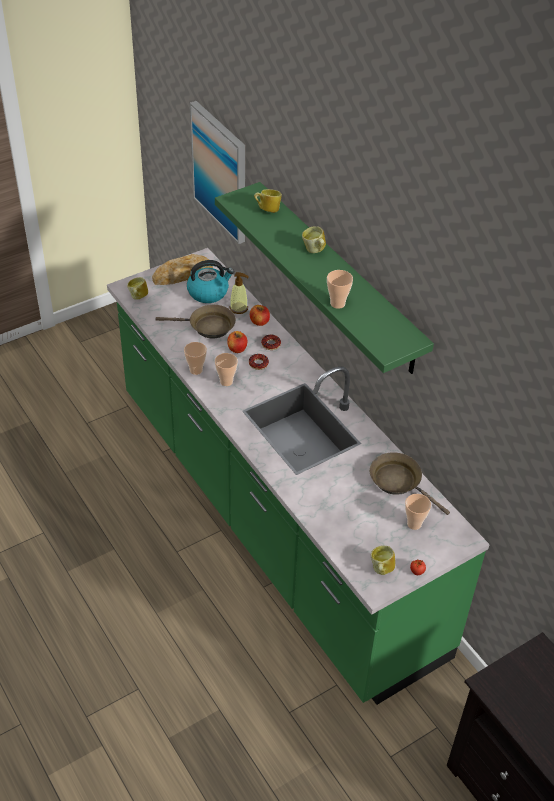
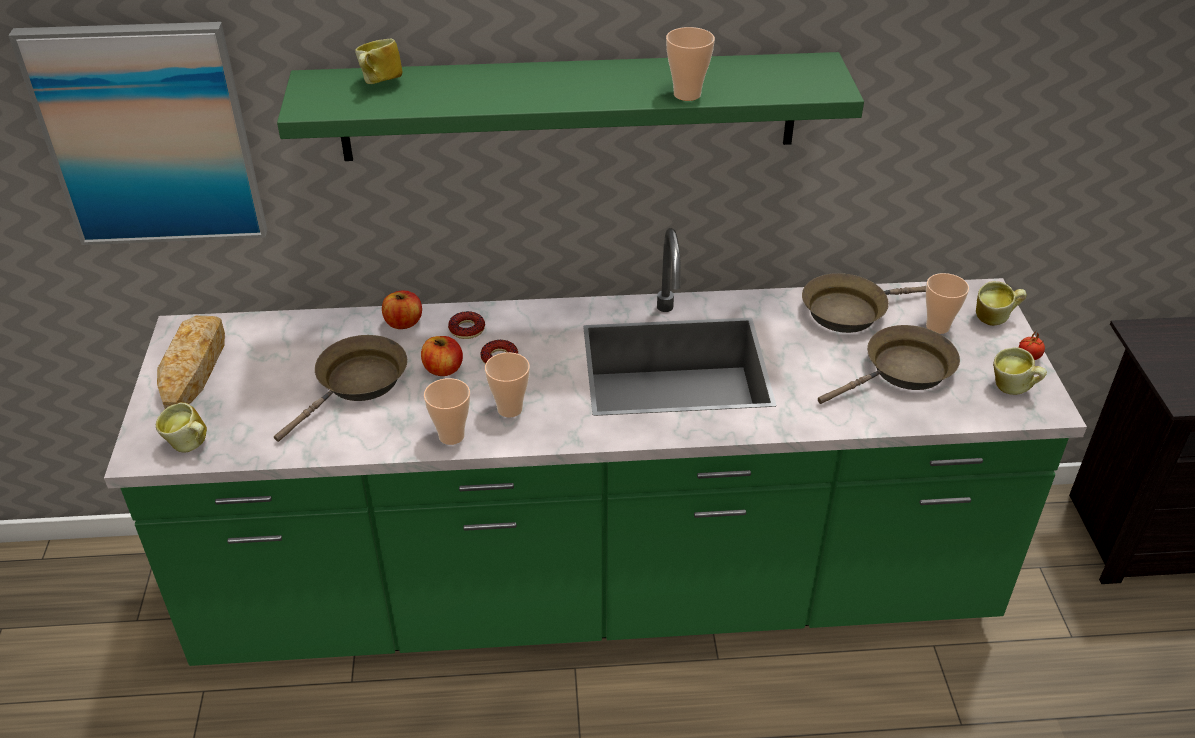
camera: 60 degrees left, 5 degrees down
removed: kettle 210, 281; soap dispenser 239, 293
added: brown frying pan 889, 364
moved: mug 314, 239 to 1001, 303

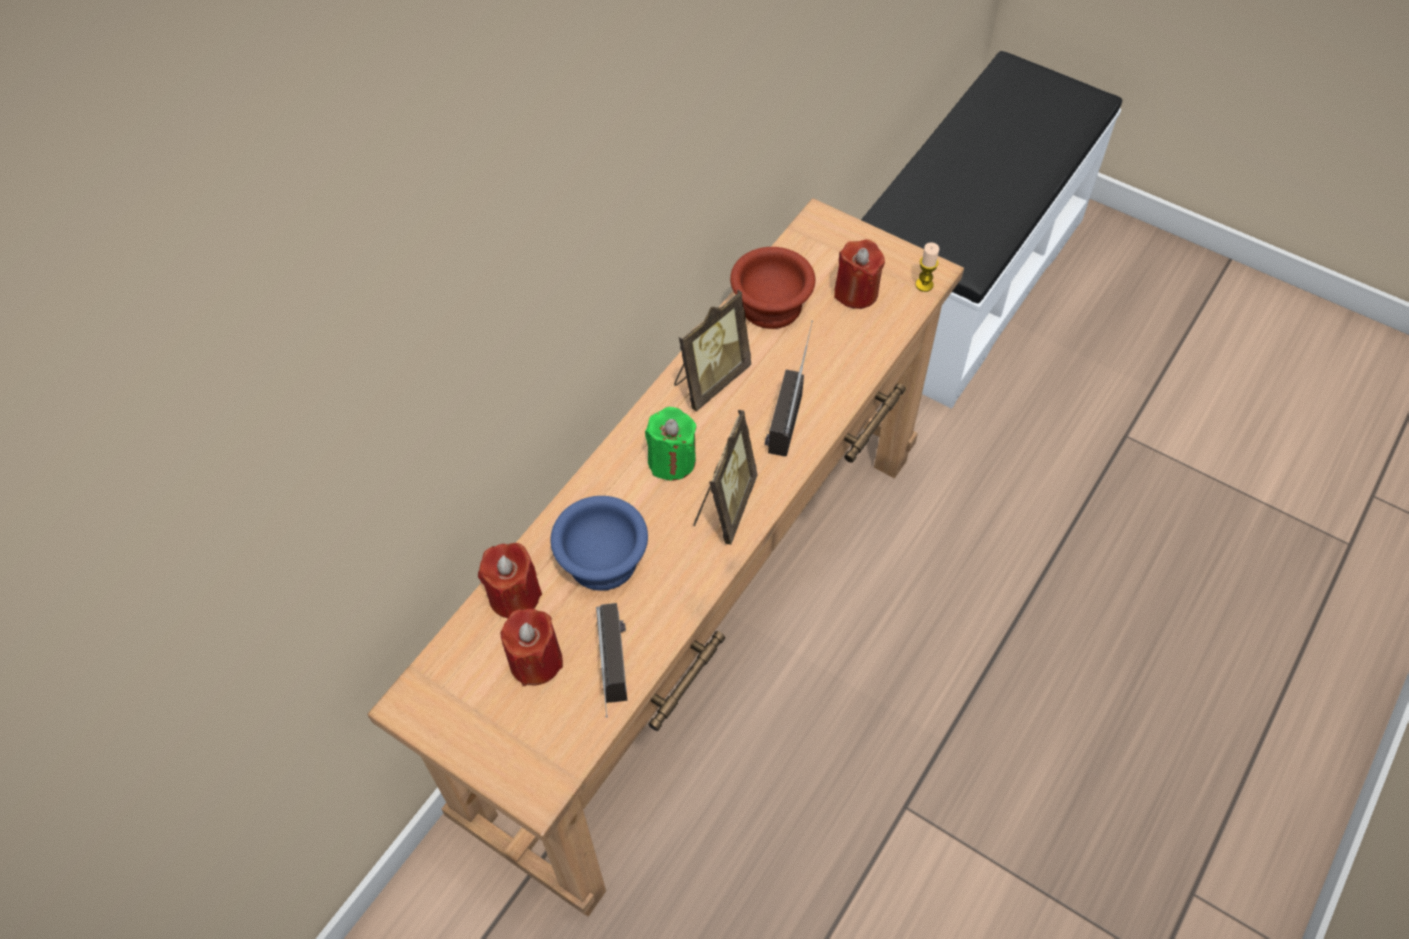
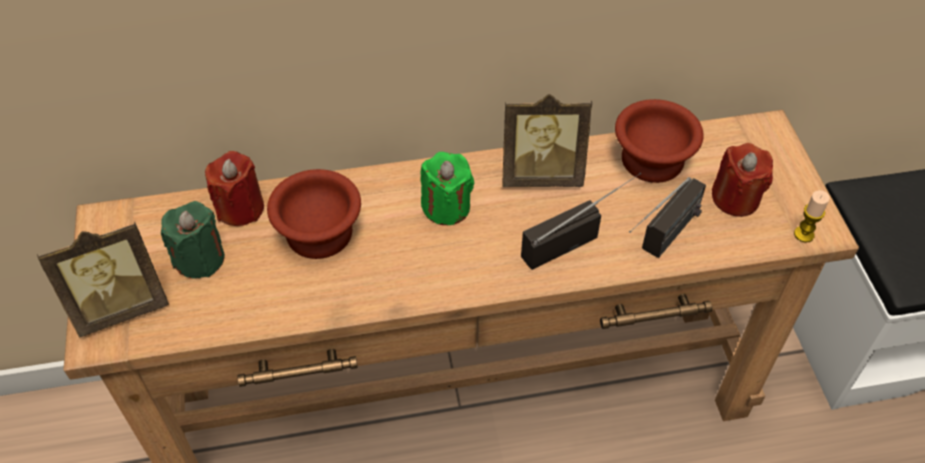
camera: 45 degrees right, 5 degrees down
moved: picture frame 725, 477 to 103, 279; radio 611, 660 to 667, 217
recoloured: blue bowl 599, 543 to brown bowl 314, 214; red candle 532, 647 to green candle 193, 240

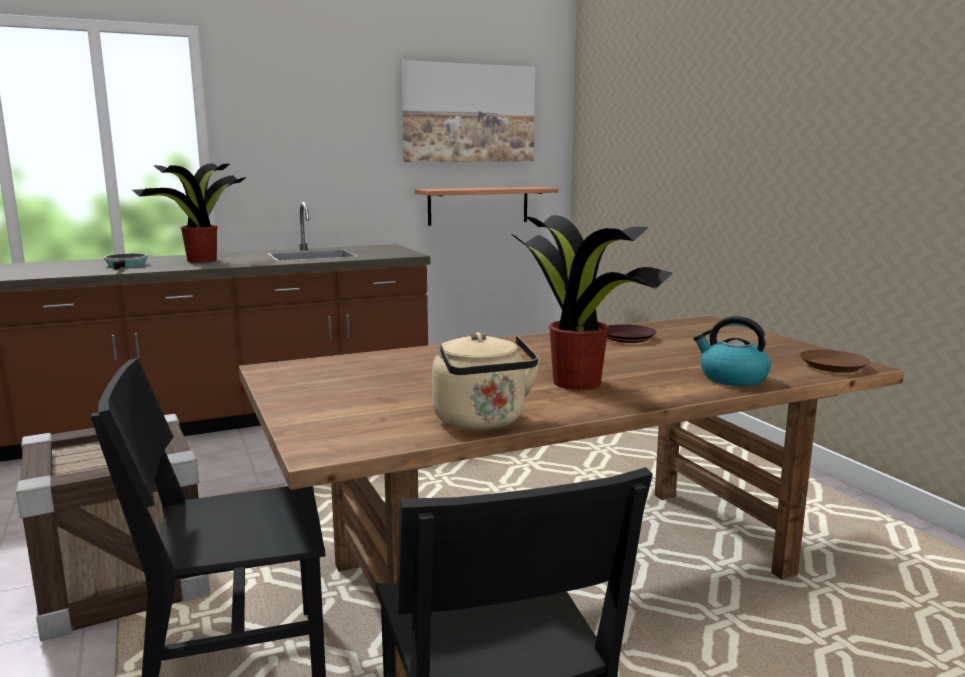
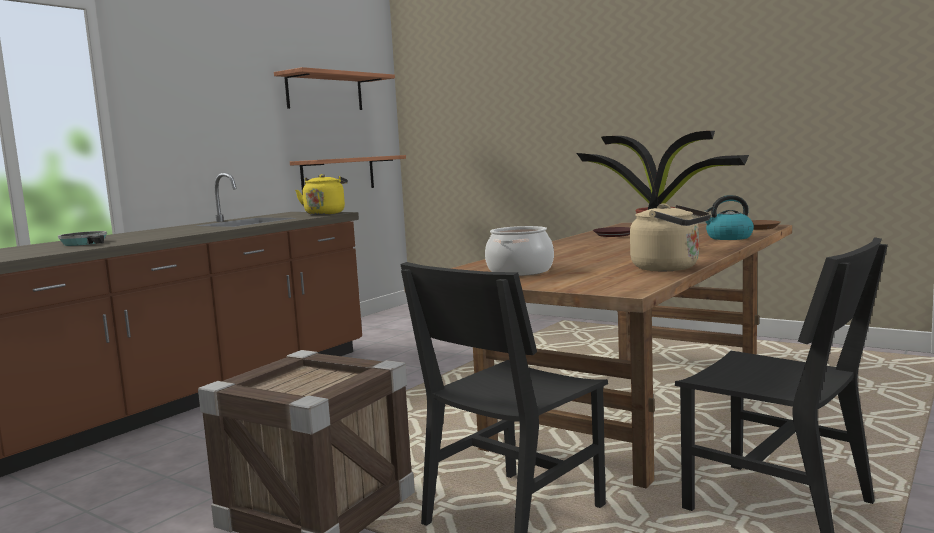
camera: 30 degrees left, 5 degrees down
removed: potted plant 189, 213
added: yellow kettle 321, 194; cooking pot 519, 251
replaced: picture 468, 111 to shelf 334, 88

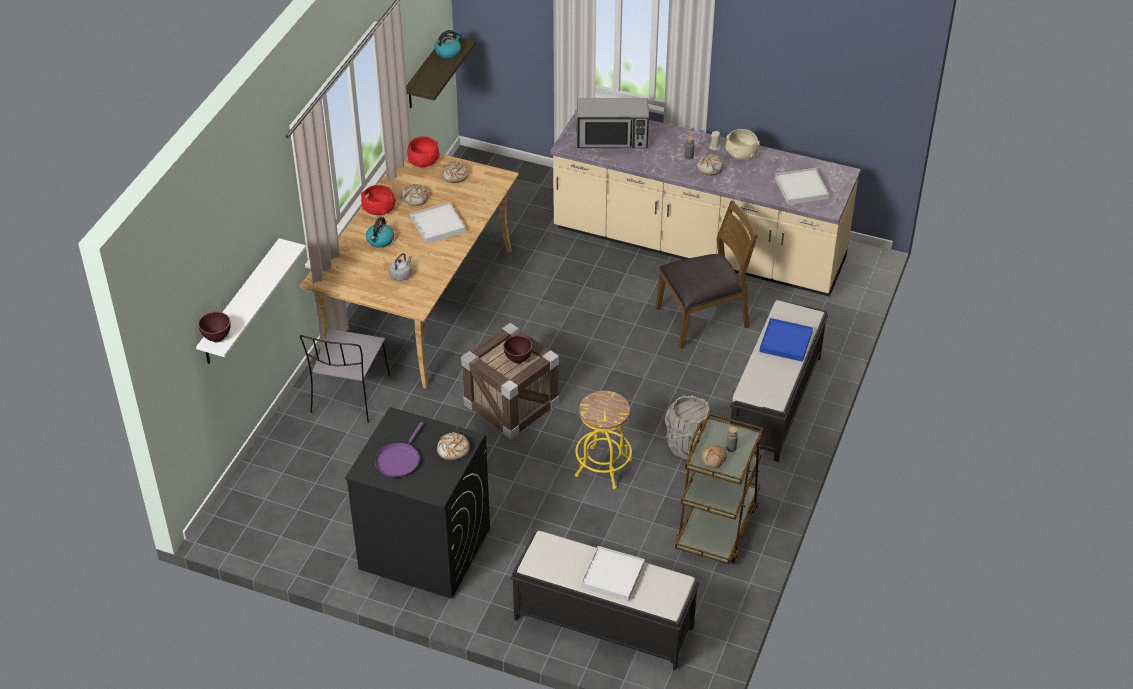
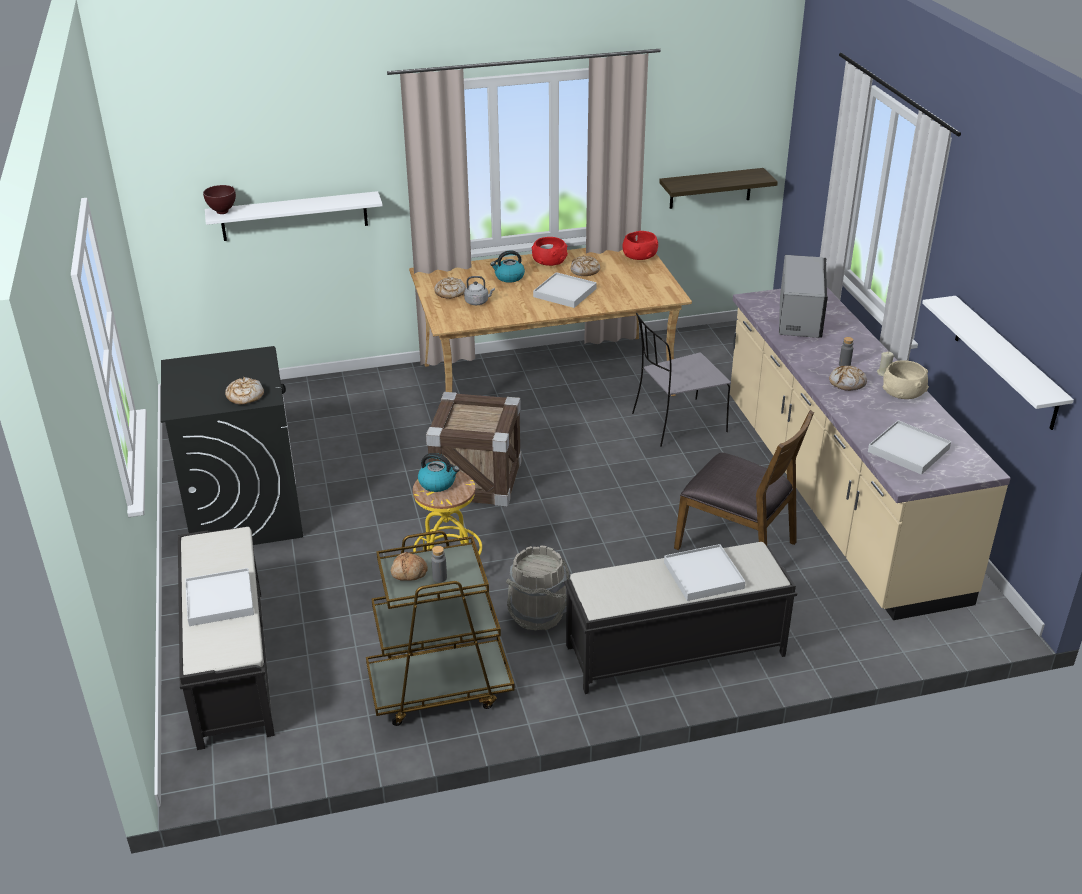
camera: 55 degrees right, 10 degrees down
removed: brown bowl 518, 350; purple frying pan 399, 450
added: white shelf 998, 363
moved: kettle 447, 44 to 439, 472; bread 455, 172 to 450, 288; grey chair 345, 376 to 681, 380
recoloured: blue tray 786, 340 to white tray 704, 572
turned: microwave 613, 123 = 803, 296 135 degrees counterclockwise

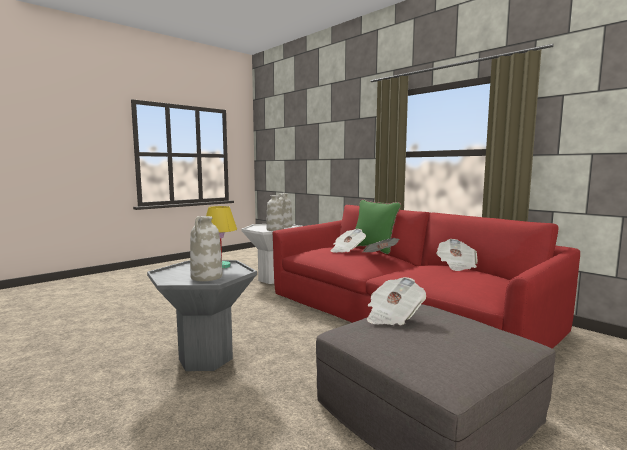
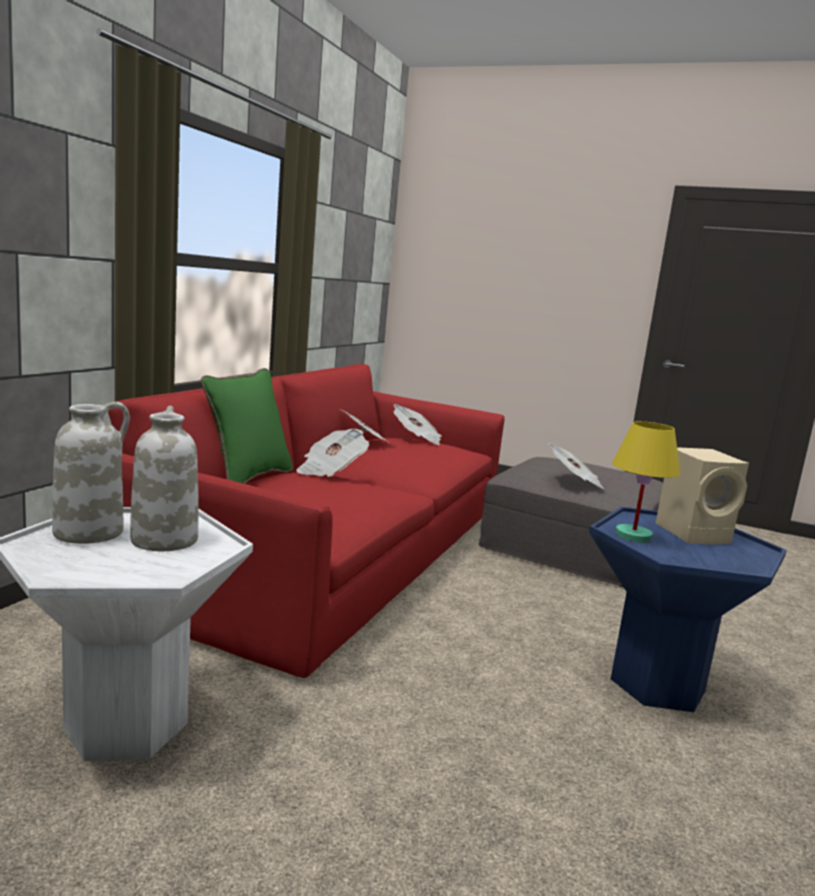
camera: 115 degrees left, 5 degrees up
moved: newspaper 348, 241 to 418, 424
replaced: white vase 206, 248 to beige speaker 702, 495
recoloured: grey side table 202, 315 to blue side table 688, 609

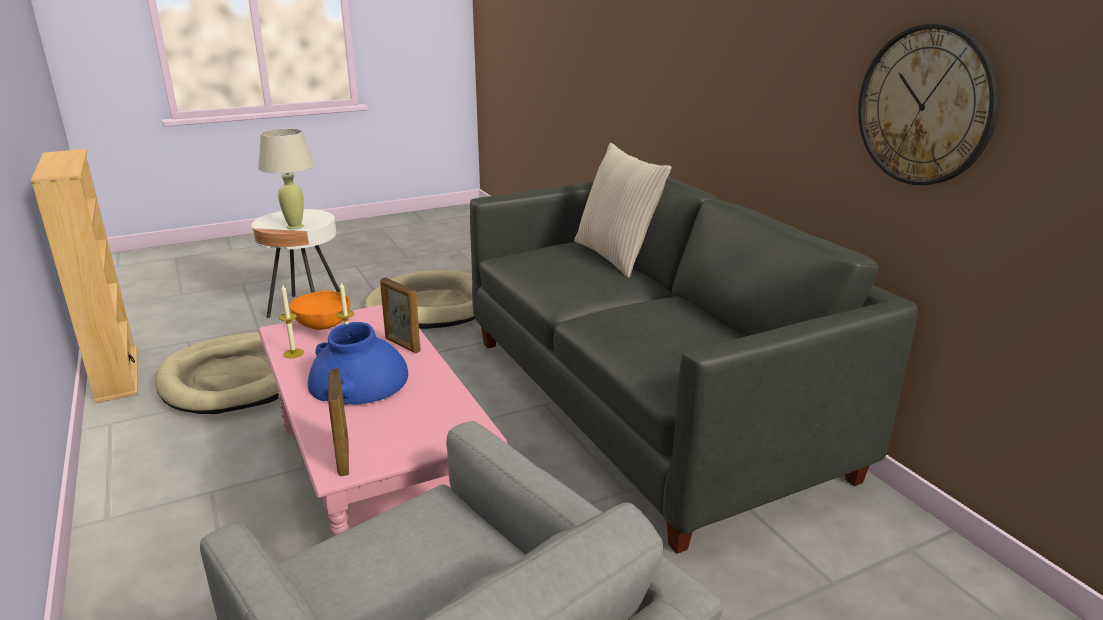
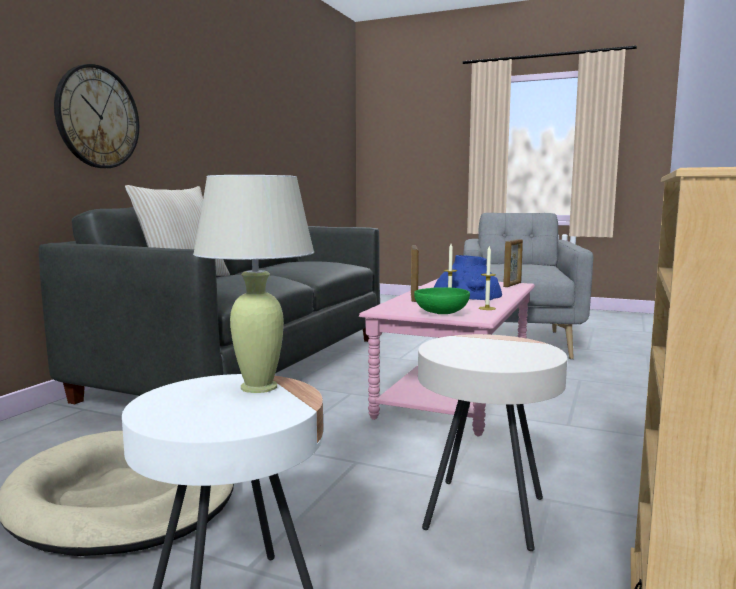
camera: 130 degrees left, 15 degrees down
moved: wall clock 929, 104 to 96, 116
replaced: beige dog bed 217, 373 to beige side table 492, 442
recoloured: orange bowl 320, 310 to green bowl 442, 300

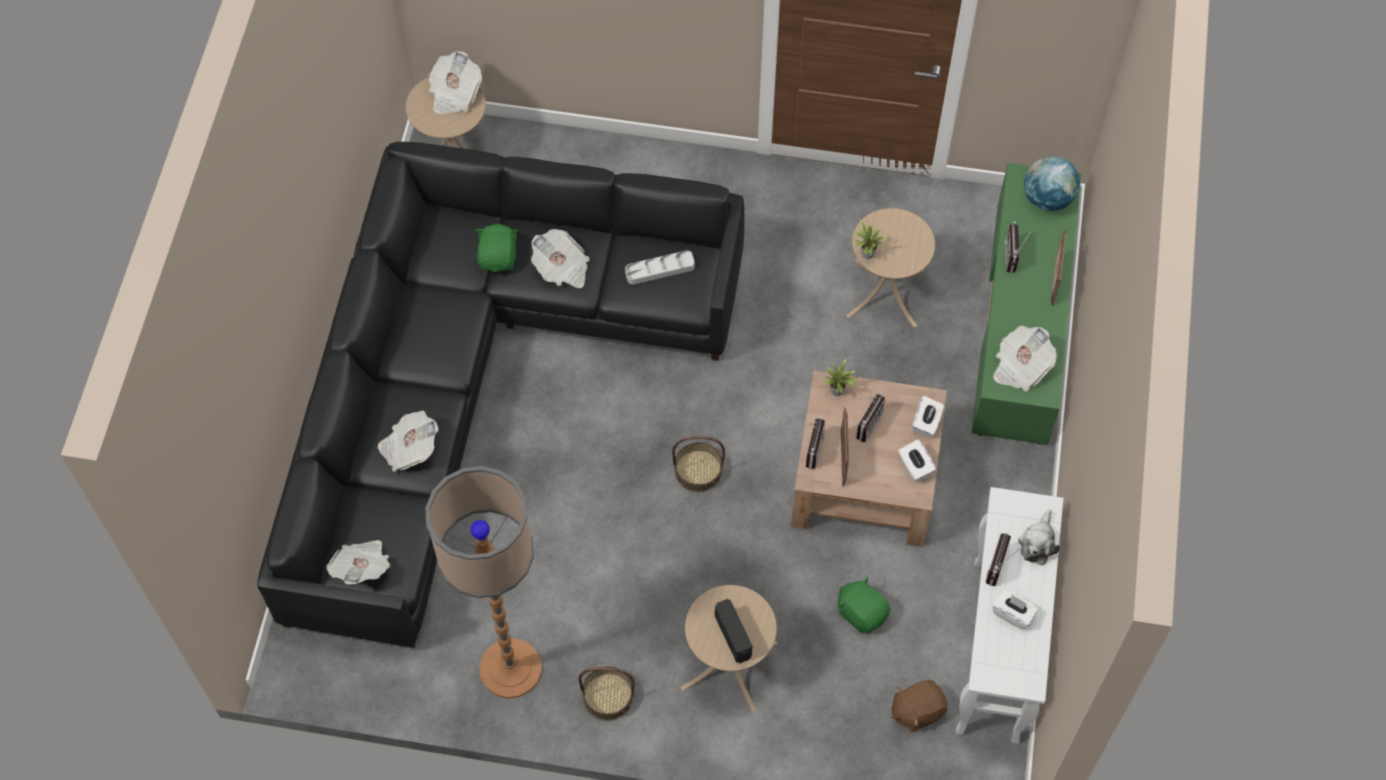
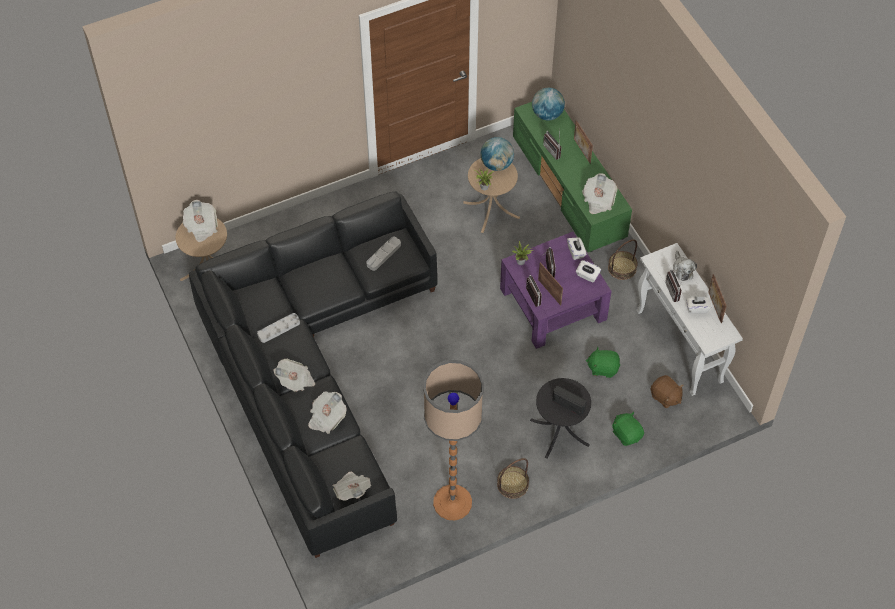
camera: 35 degrees left, 5 degrees down
added: globe 497, 154; picture frame 718, 298; grey tray 278, 328
moved: green plush toy 497, 248 to 628, 429; newspaper 560, 258 to 294, 375; basket 698, 464 to 623, 259
recoloured: brown coffee table 869, 459 to purple coffee table 556, 290; beige side table 729, 648 to black side table 560, 418
turned: brown plush toy 919, 706 = 667, 392 75 degrees counterclockwise

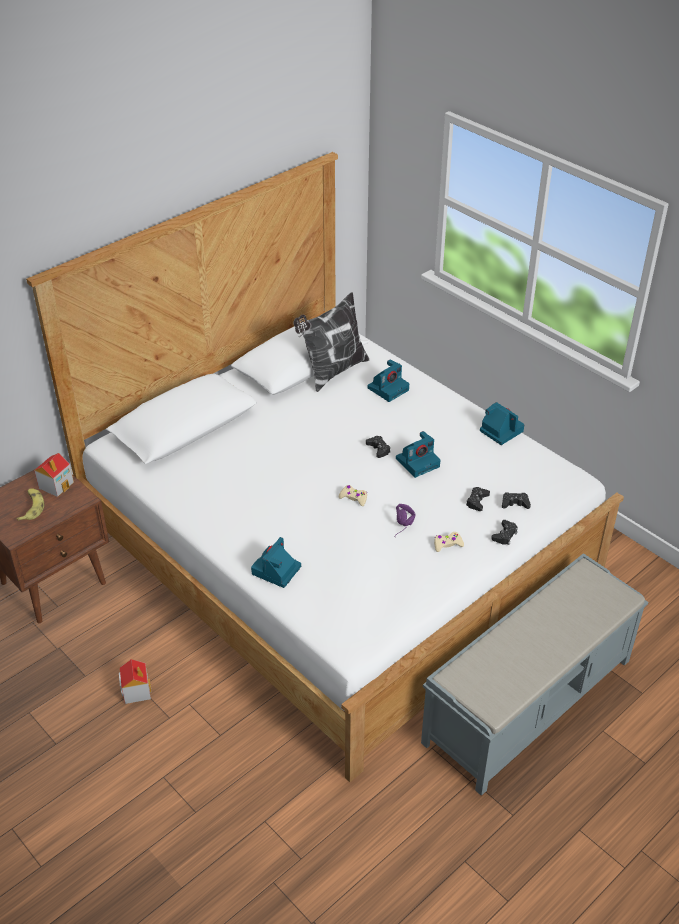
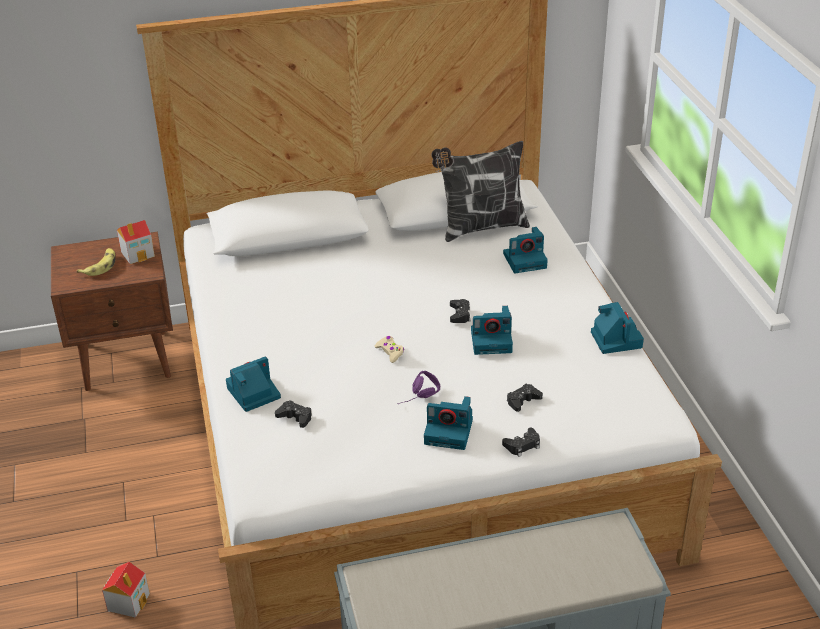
camera: 30 degrees right, 5 degrees down
moved: black game controller 516, 500 to 293, 414; toy house 135, 681 to 126, 590
replaced: beige game controller 449, 542 to photo camera 448, 423

